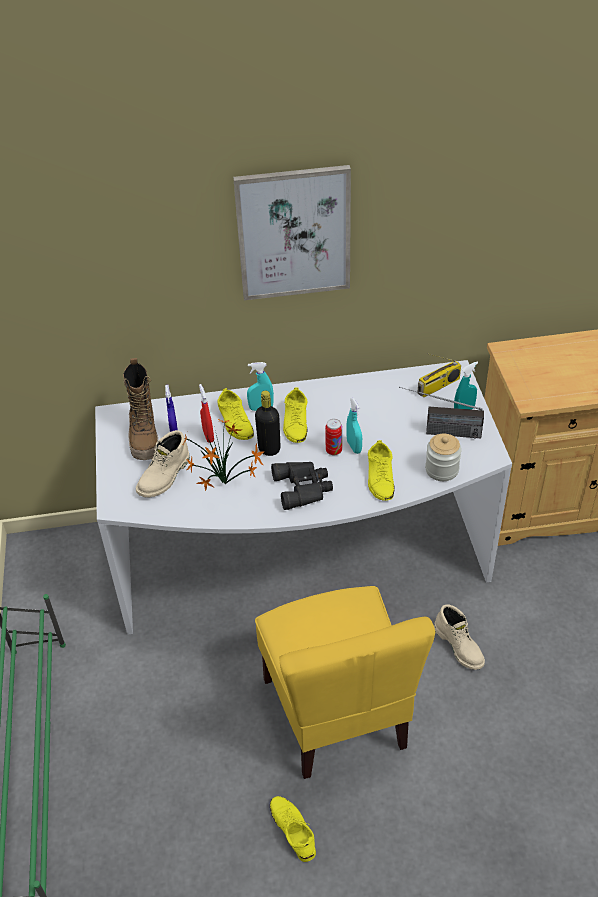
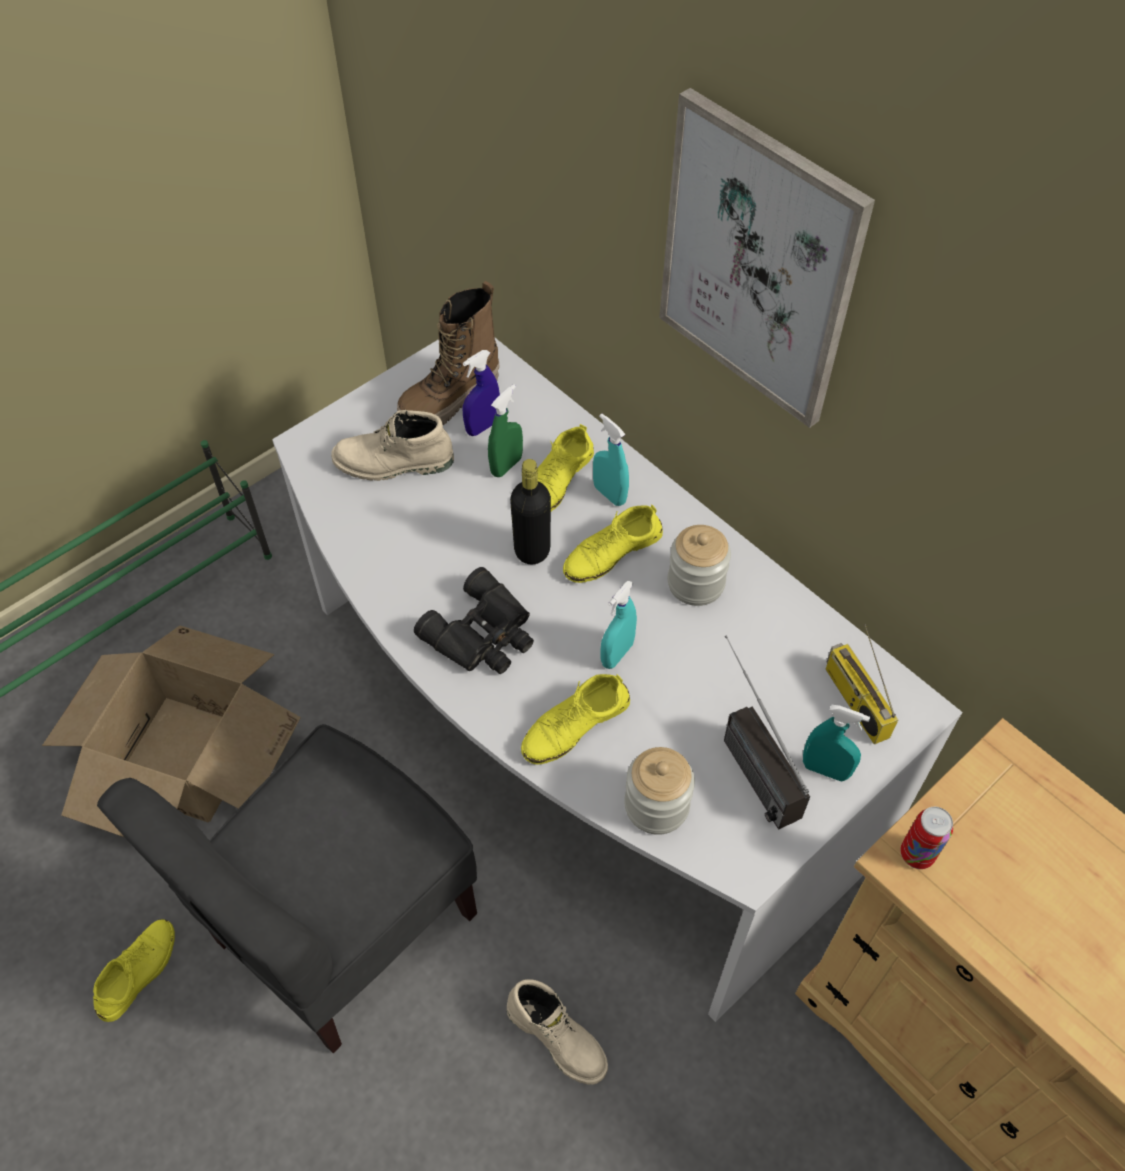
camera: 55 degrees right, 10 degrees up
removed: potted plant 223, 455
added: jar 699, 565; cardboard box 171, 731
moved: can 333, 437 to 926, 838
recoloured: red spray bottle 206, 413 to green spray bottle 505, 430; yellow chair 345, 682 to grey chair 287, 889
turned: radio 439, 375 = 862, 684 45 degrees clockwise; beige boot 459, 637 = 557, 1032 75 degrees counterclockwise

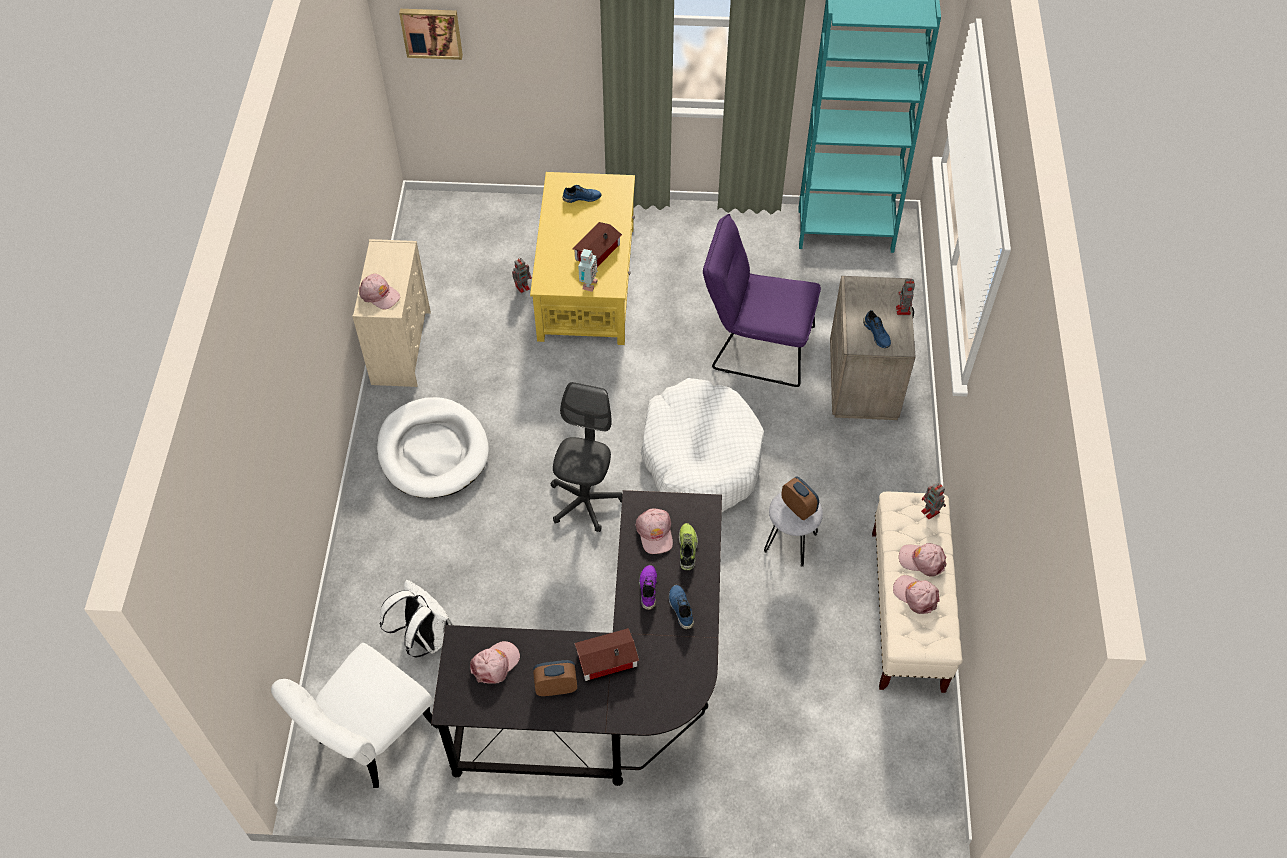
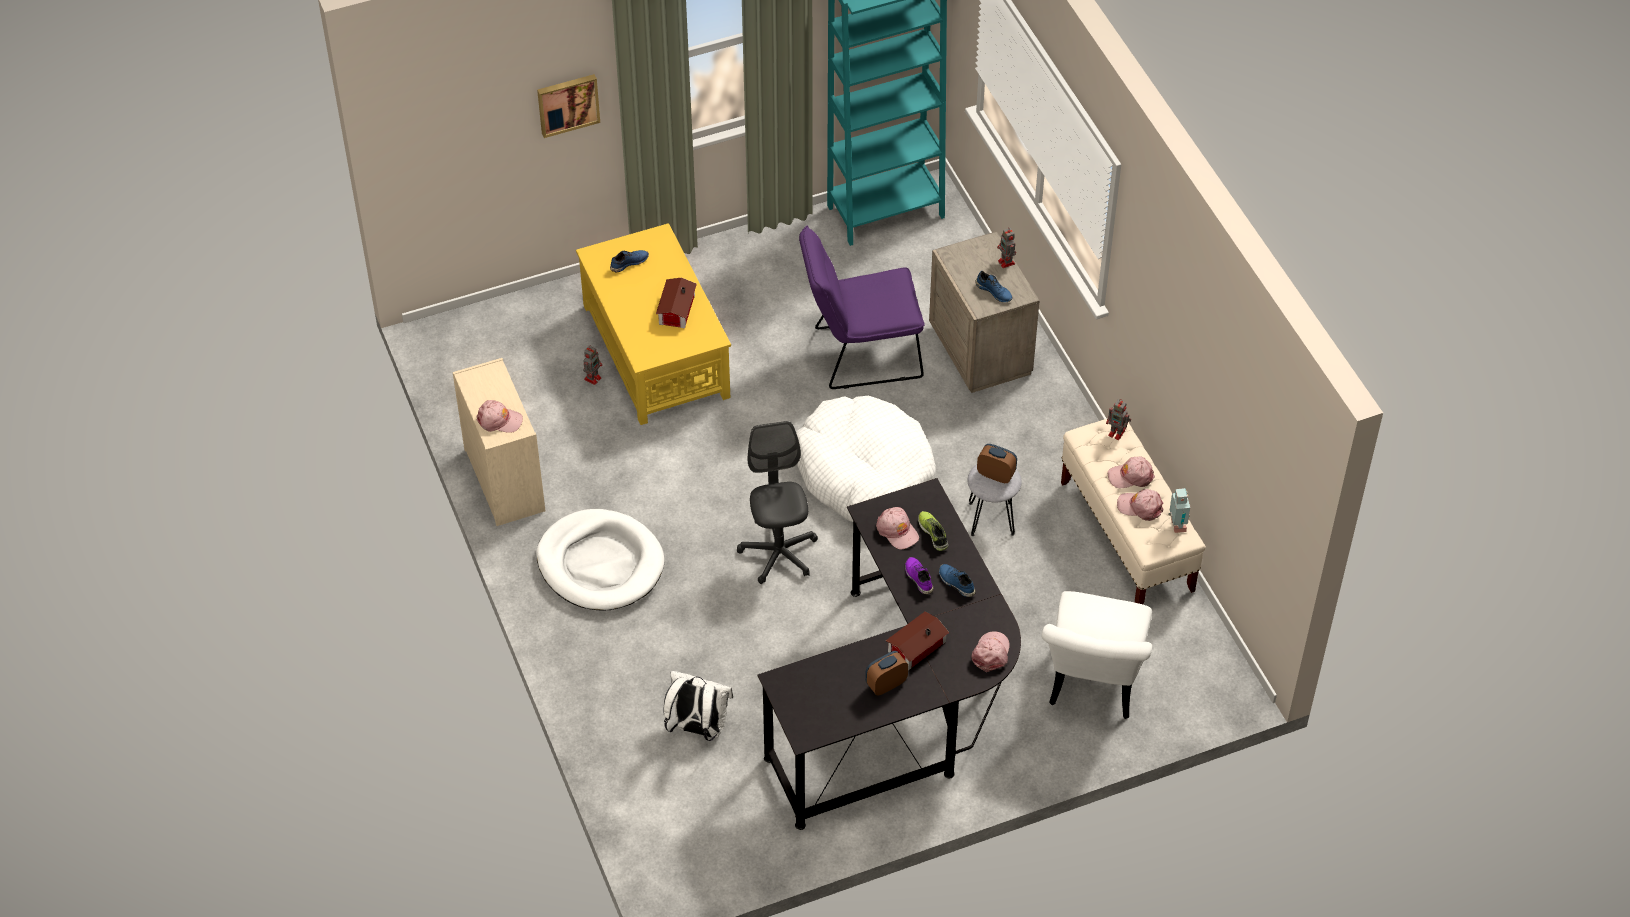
camera: 25 degrees left, 5 degrees down
moved: picture 431, 34 to 568, 106; toy robot 588, 270 to 1179, 510; pink cap 495, 662 to 990, 651; white chair 354, 715 to 1097, 655

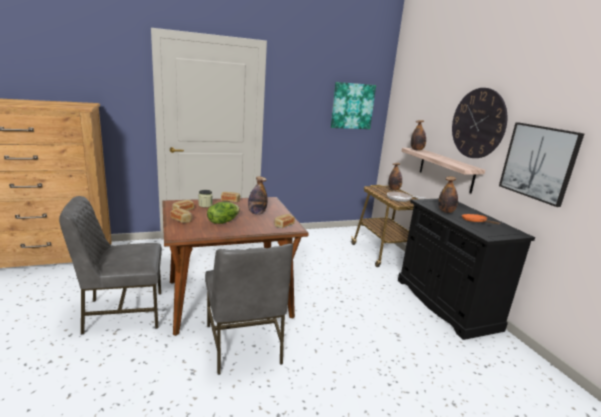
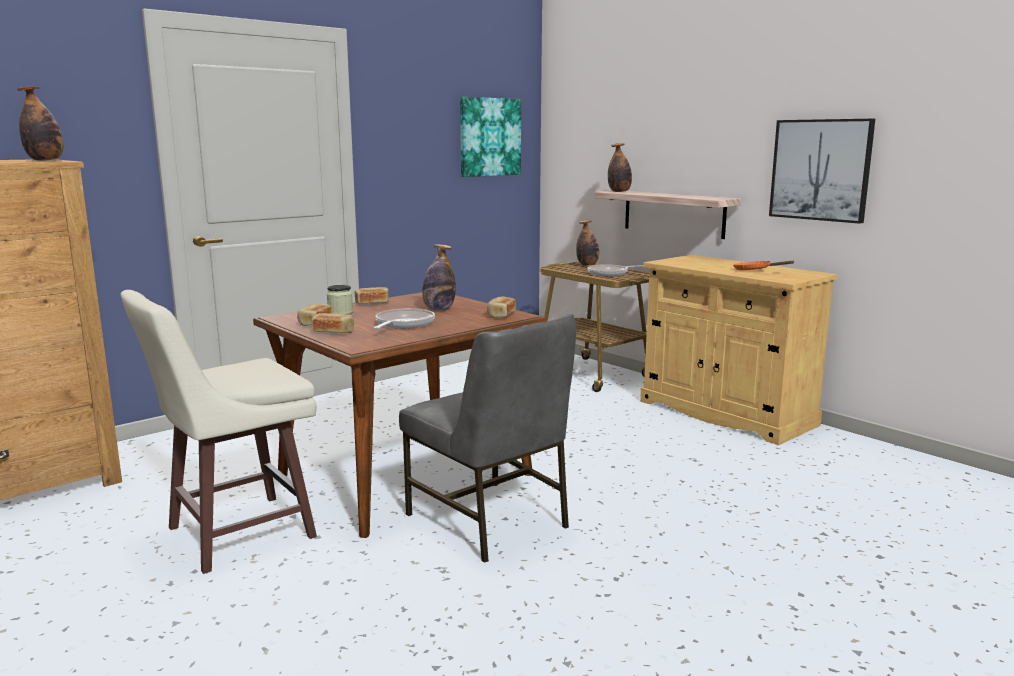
camera: 20 degrees left, 5 degrees down
removed: wall clock 479, 123
moved: bottle 448, 194 to 40, 123
replaced: grey chair 110, 265 to beige stool 218, 432; lettuce 223, 213 to frying pan 404, 318
recoloured: black cabinet 466, 269 to beige cabinet 739, 350

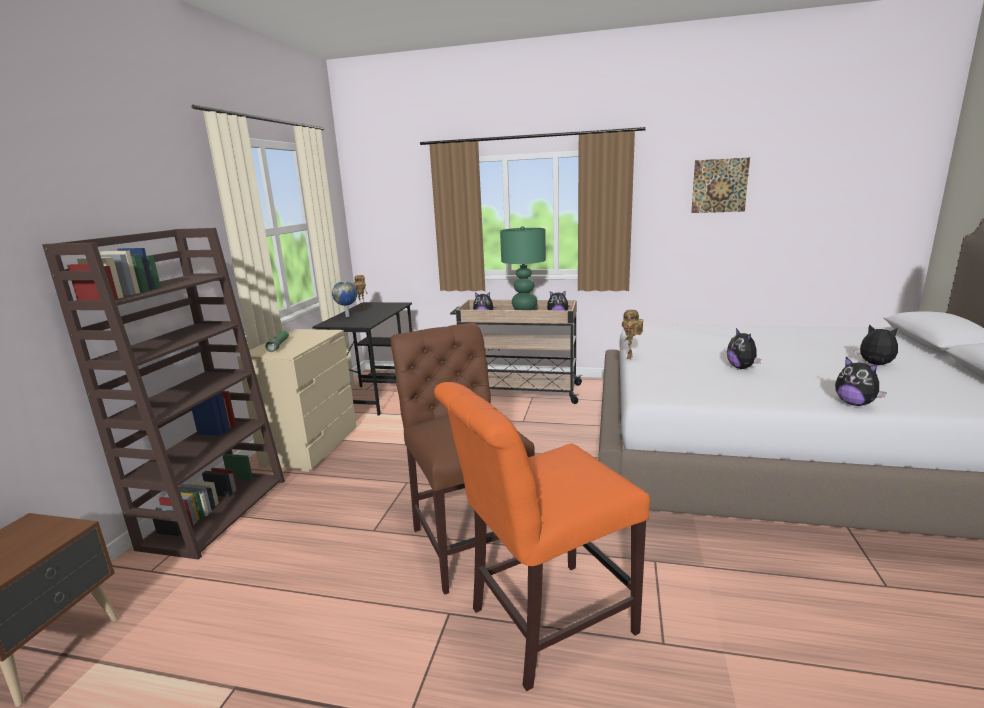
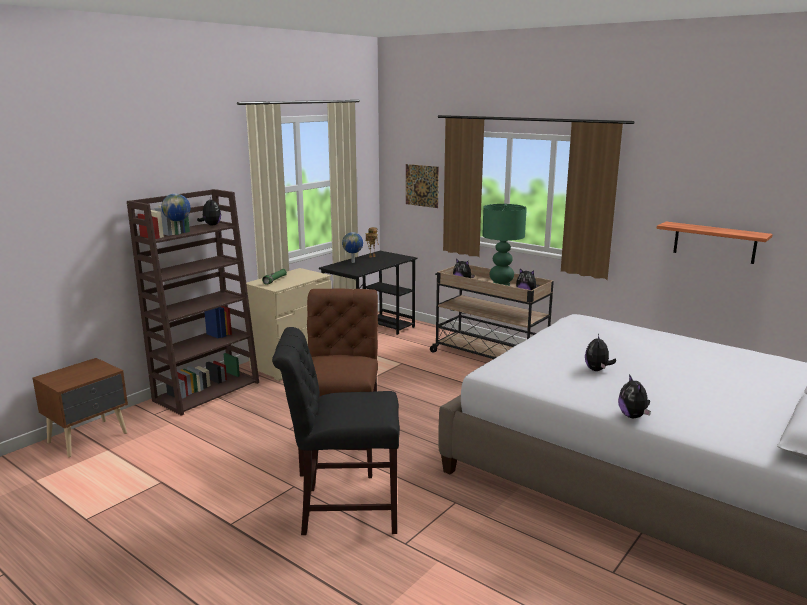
camera: 25 degrees right, 0 degrees up
removed: toy robot 633, 334
added: globe 175, 214; shelf 714, 243
moved: picture 720, 185 to 422, 186; plush toy 876, 344 to 209, 211
recoloured: orange chair 542, 536 to black chair 336, 431

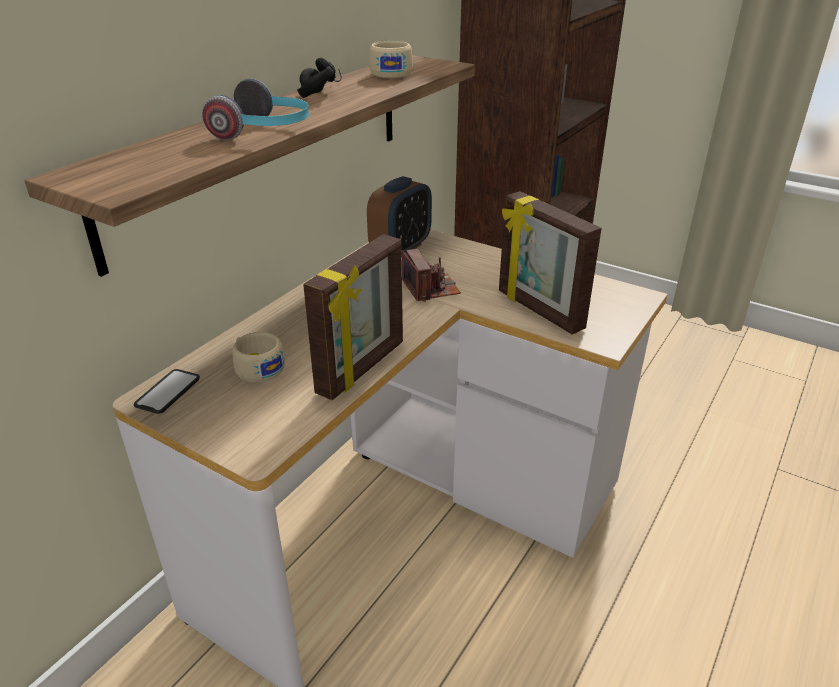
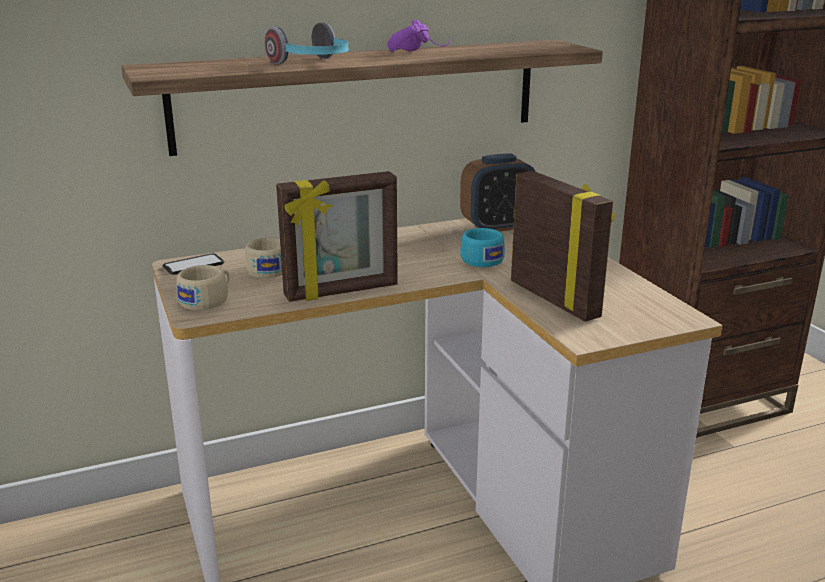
camera: 35 degrees right, 10 degrees down
moved: beige cup 391, 59 to 203, 287
replaced: photo camera 431, 275 to turquoise cup 482, 247
recoloured: black headphones 319, 78 to purple headphones 418, 36
turned: picture frame 550, 262 = 563, 246 150 degrees clockwise

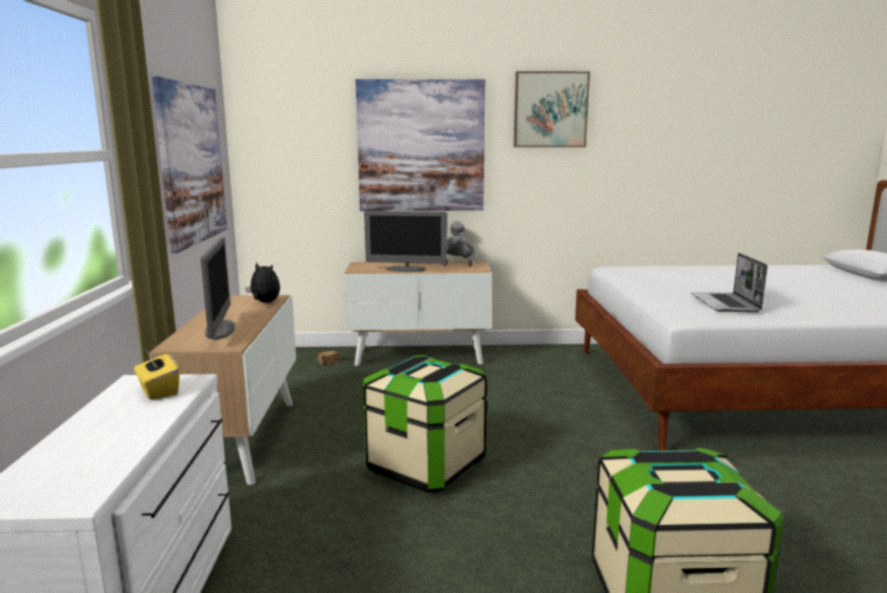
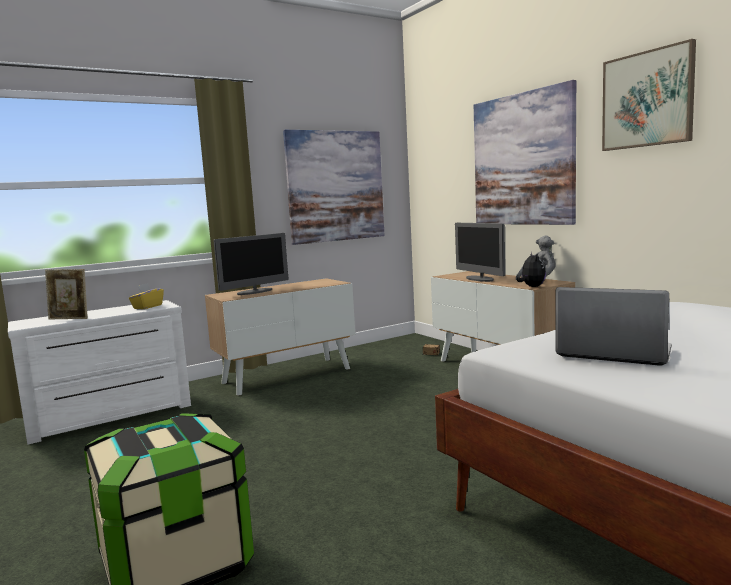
camera: 60 degrees right, 5 degrees down
removed: storage box 425, 424
added: picture frame 66, 294
moved: plush toy 263, 282 to 531, 269
turned: laptop 729, 282 = 614, 326 60 degrees clockwise

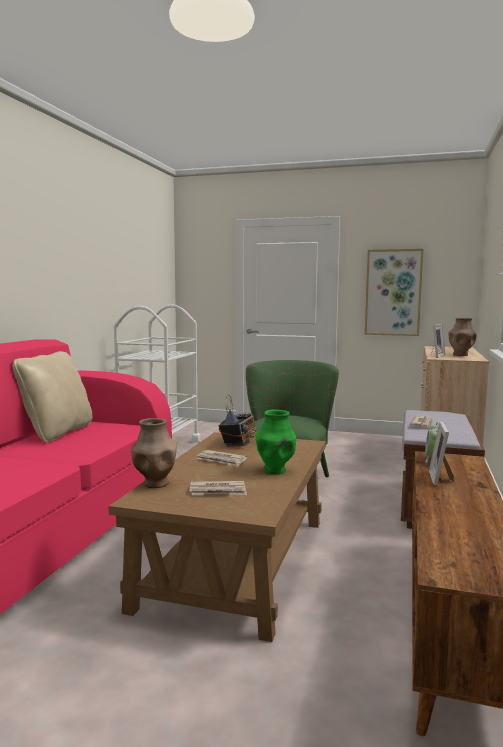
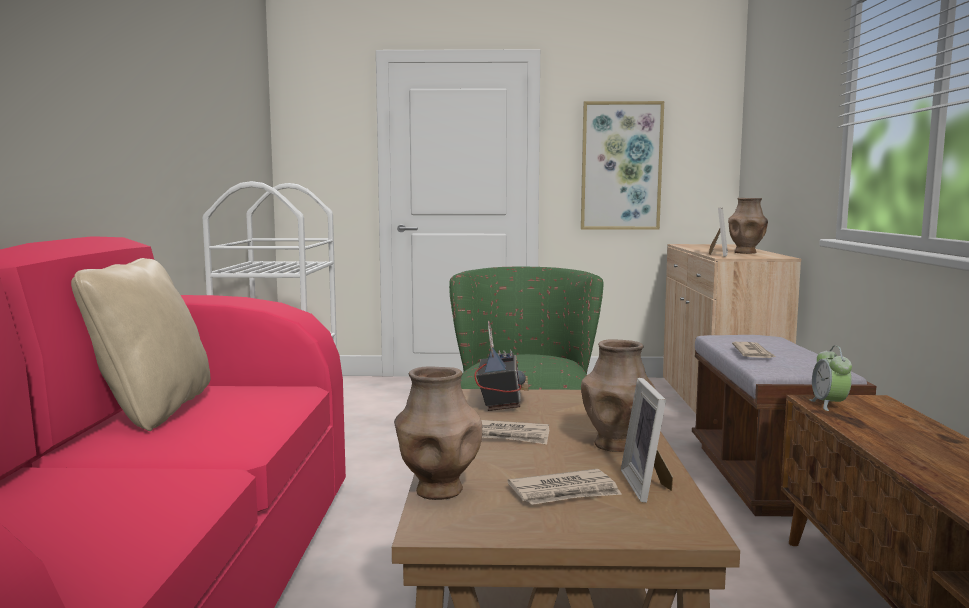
camera: 15 degrees left, 0 degrees up
moved: picture frame 441, 454 to 647, 440
recoloured: green vase 276, 442 to brown vase 618, 395

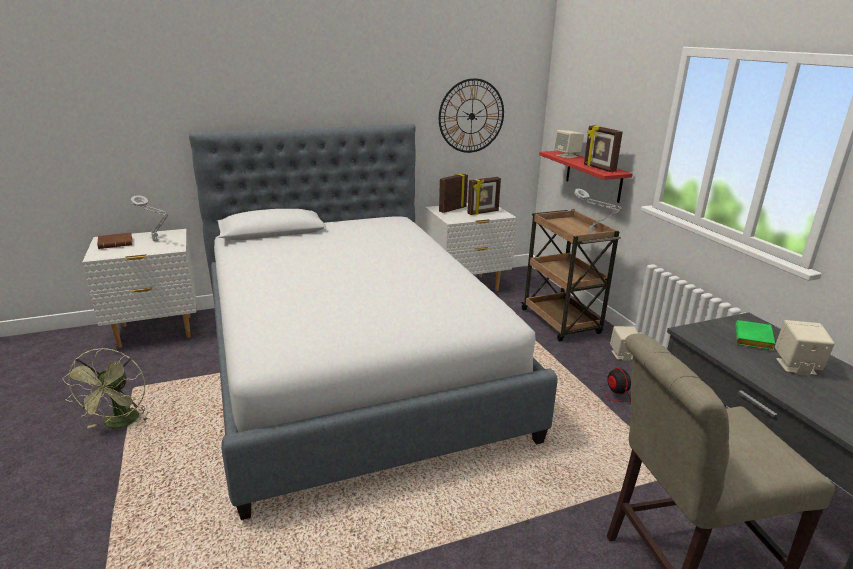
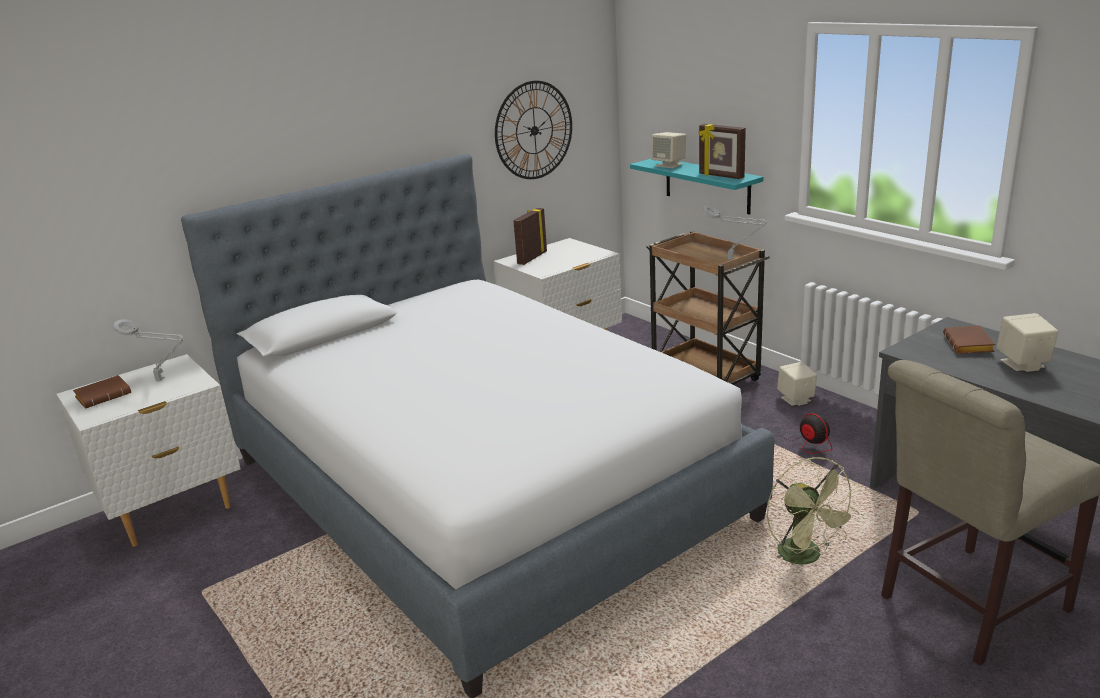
camera: 15 degrees left, 0 degrees up
removed: picture frame 484, 196
moved: green fan 106, 388 to 813, 511
recoloured: red shelf 586, 177 to turquoise shelf 696, 187; green book 755, 335 to brown book 969, 340

